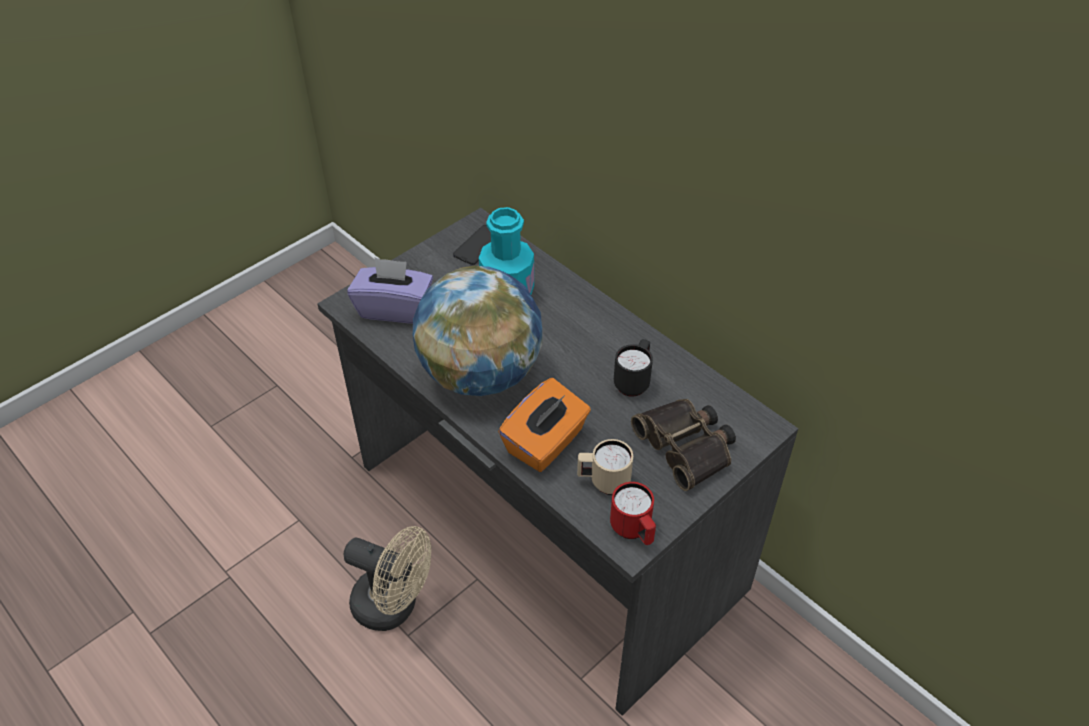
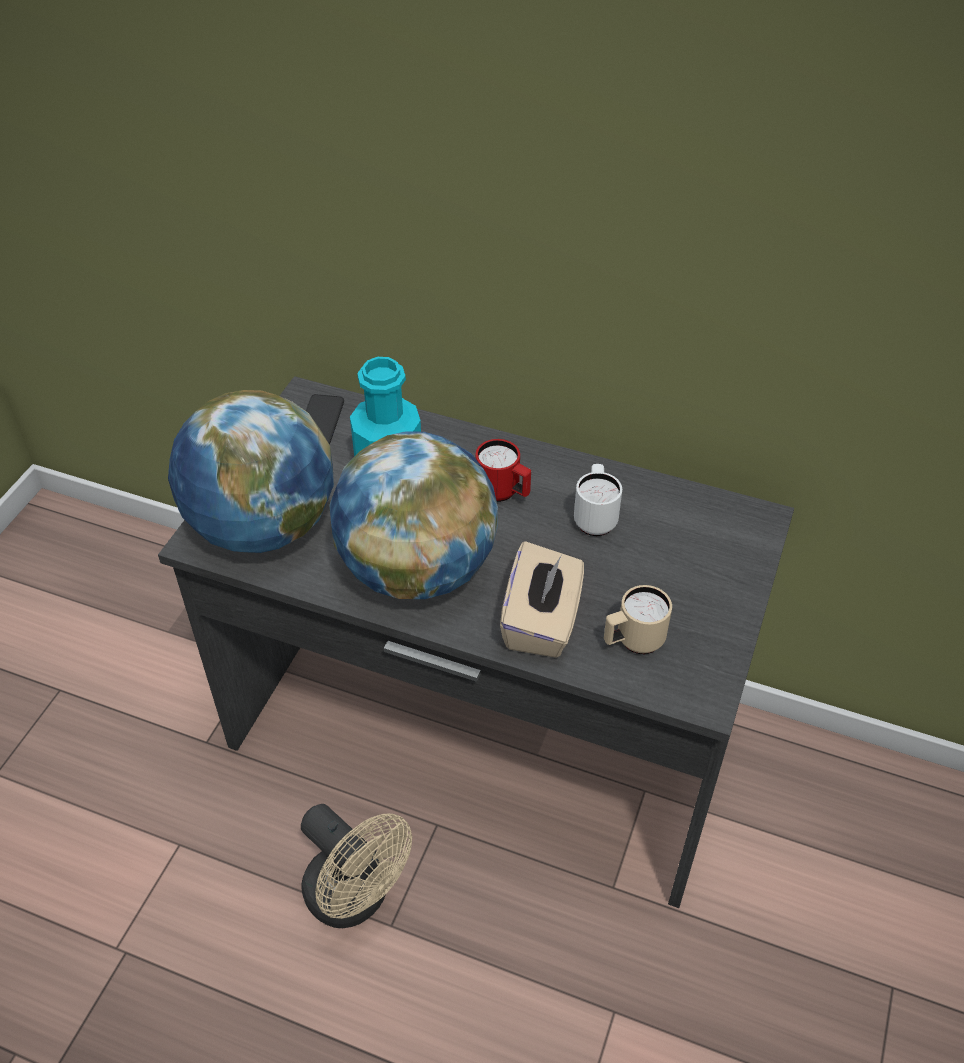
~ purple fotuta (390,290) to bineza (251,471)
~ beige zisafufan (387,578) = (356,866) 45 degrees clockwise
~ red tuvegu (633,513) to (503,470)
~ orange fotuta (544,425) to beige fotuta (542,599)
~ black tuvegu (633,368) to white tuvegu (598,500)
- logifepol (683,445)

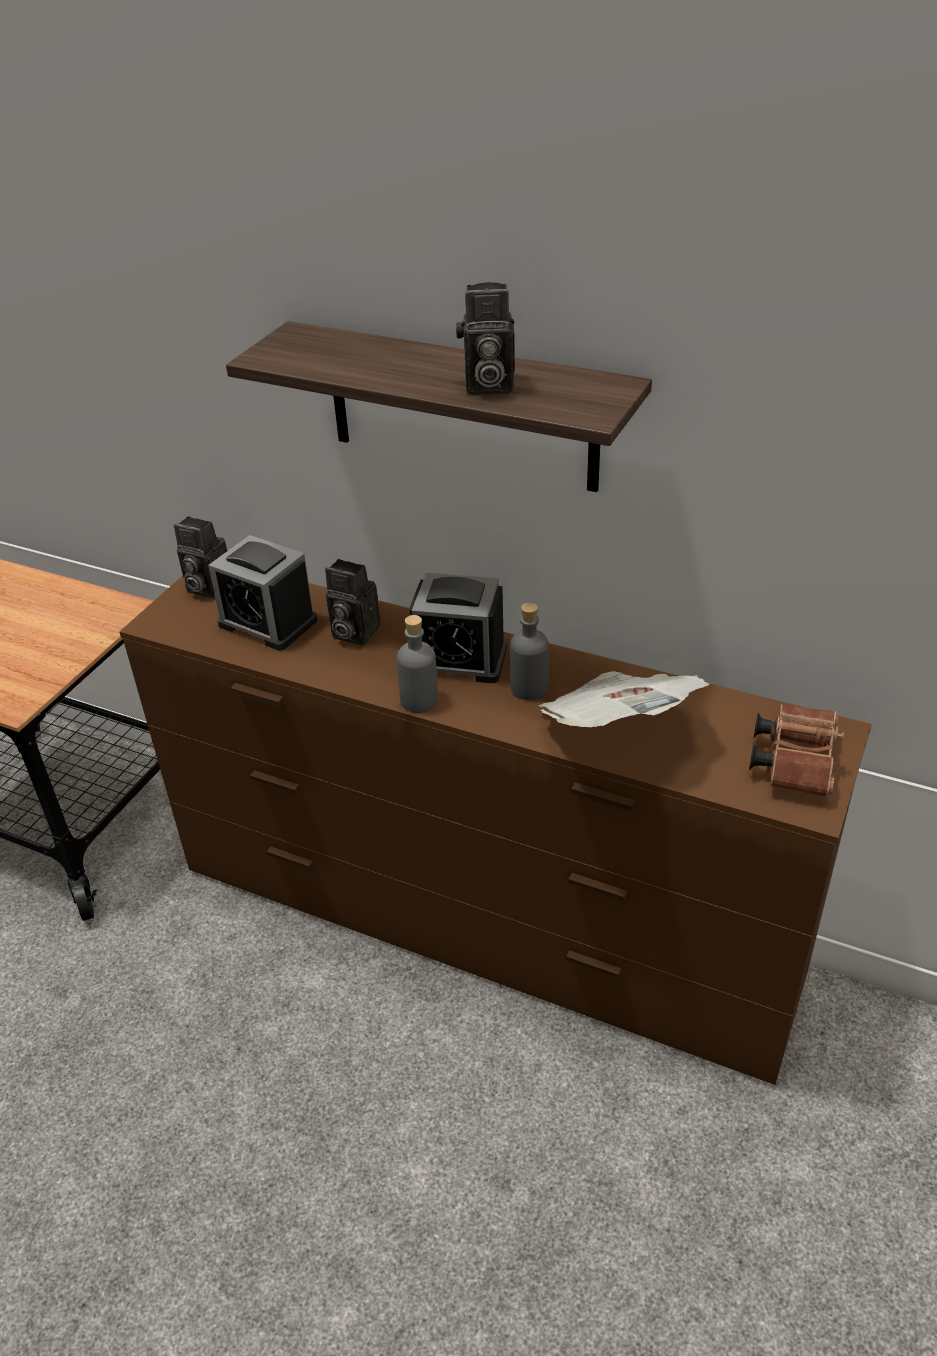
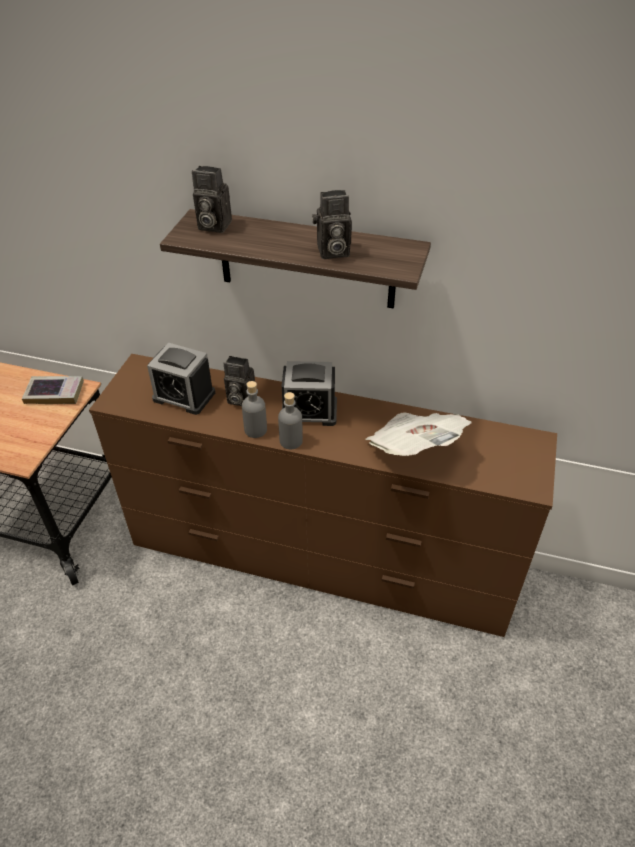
+ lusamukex (53,390)
~ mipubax (201,557) to (212,199)
~ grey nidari (529,651) to (254,409)
- brown logifepol (796,750)

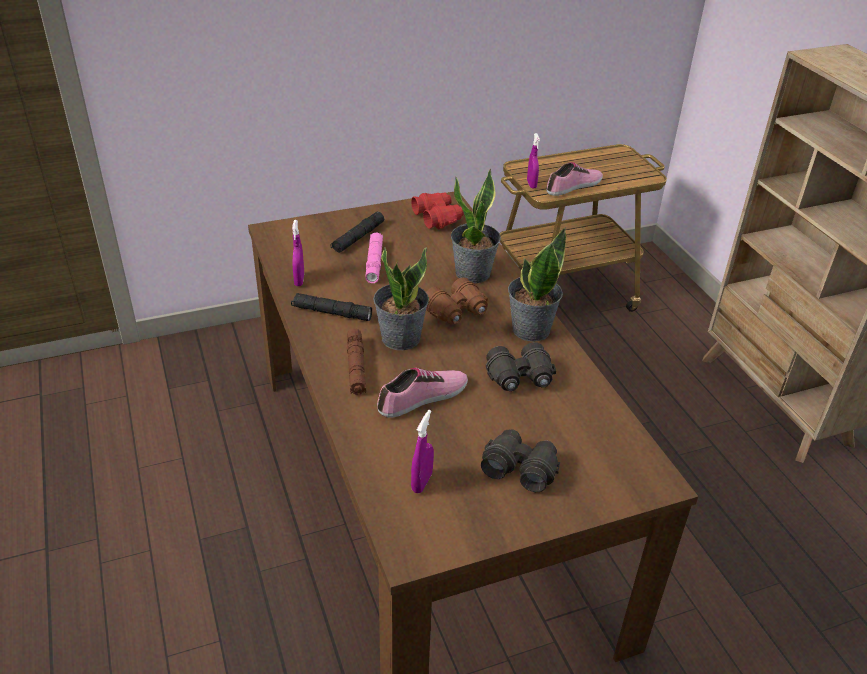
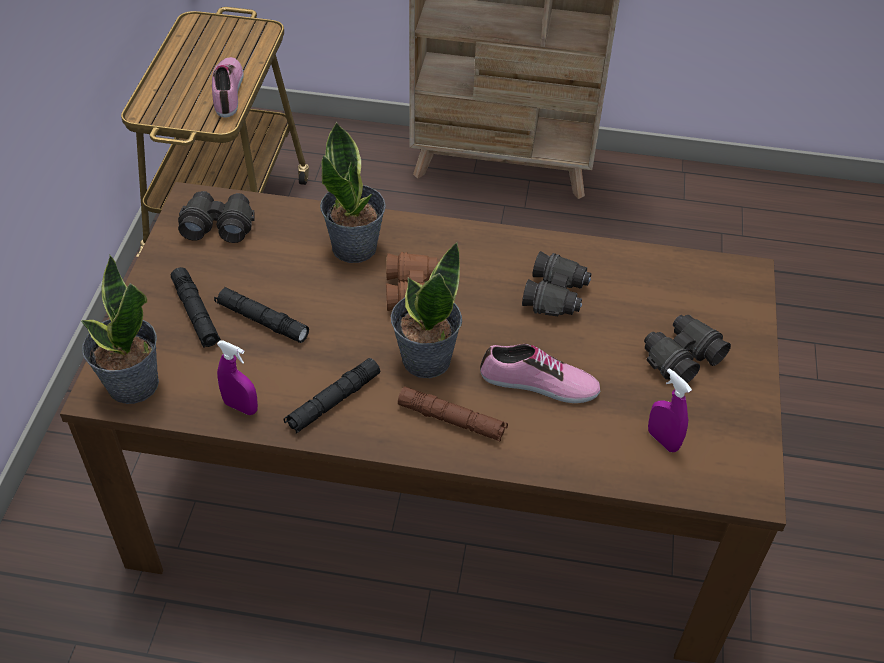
~ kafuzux (537,285) to (120,329)
~ red logifepol (437,211) to black logifepol (216,217)
~ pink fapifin (374,257) to black fapifin (261,315)
~ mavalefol (422,393) = (540,373) 105 degrees clockwise
- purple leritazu (533,160)

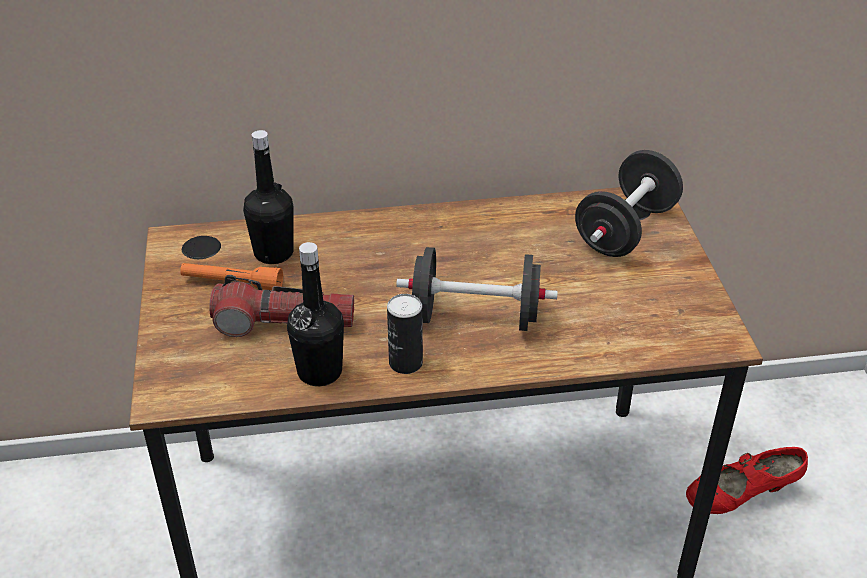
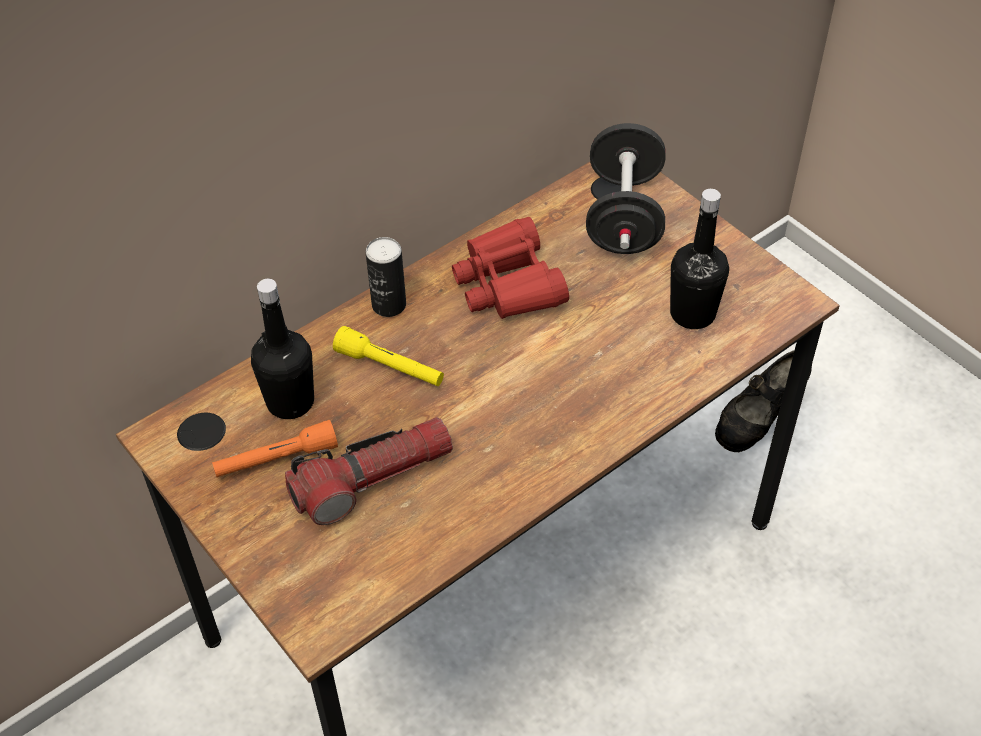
+ yellow fapifin (388,356)
~ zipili (405,334) to (385,277)
+ red logifepol (510,268)
~ black nidari (315,314) to (699,259)
~ red mavalefol (747,480) to black mavalefol (763,401)
- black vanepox (477,289)

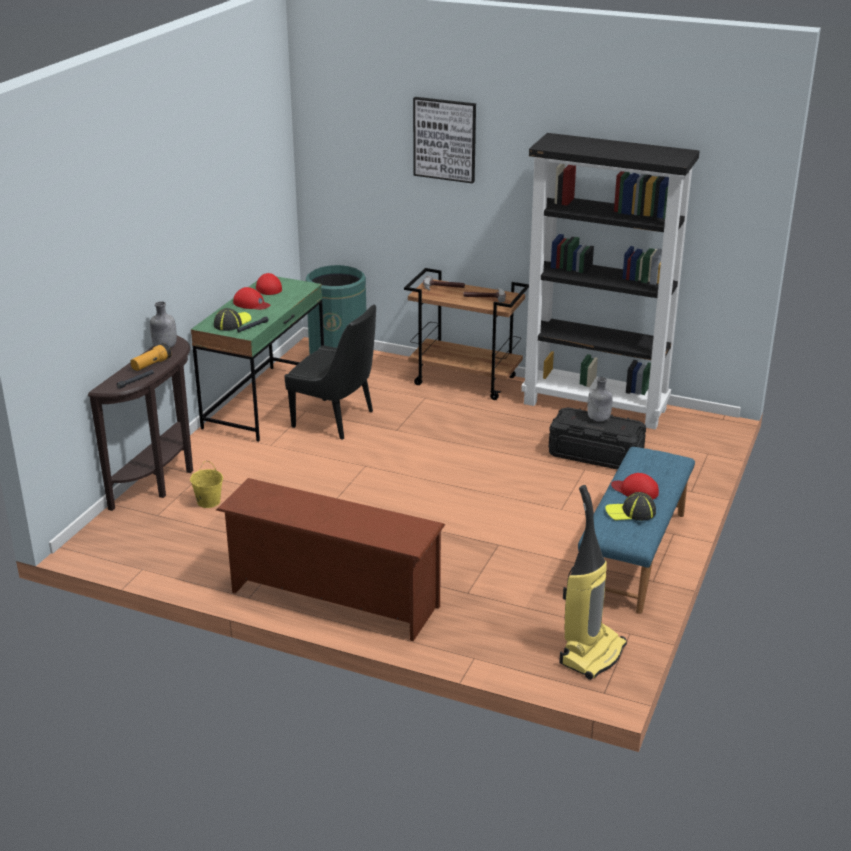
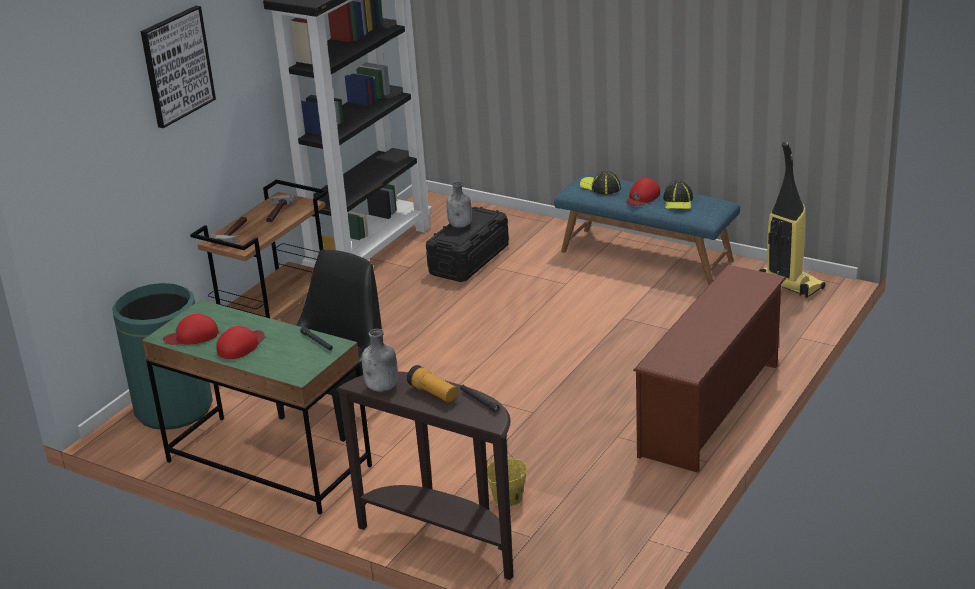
~ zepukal (232,319) to (600,183)

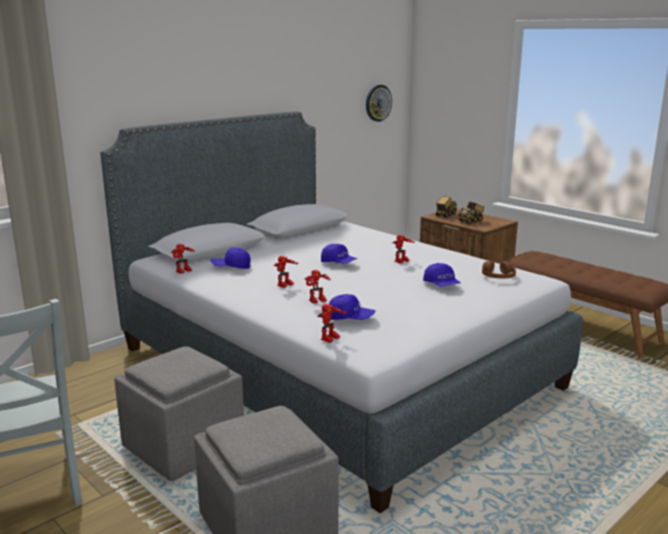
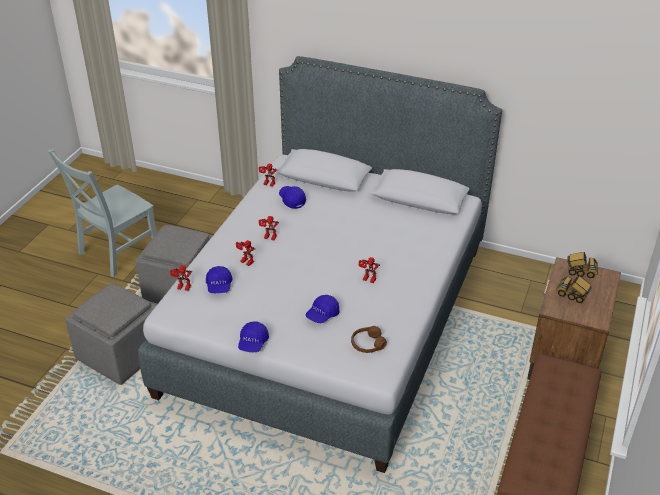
~ blue zepukal (339,254) to (253,336)
- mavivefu (379,103)

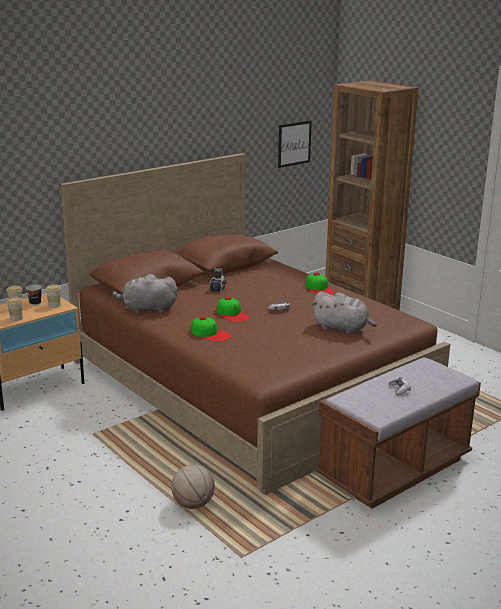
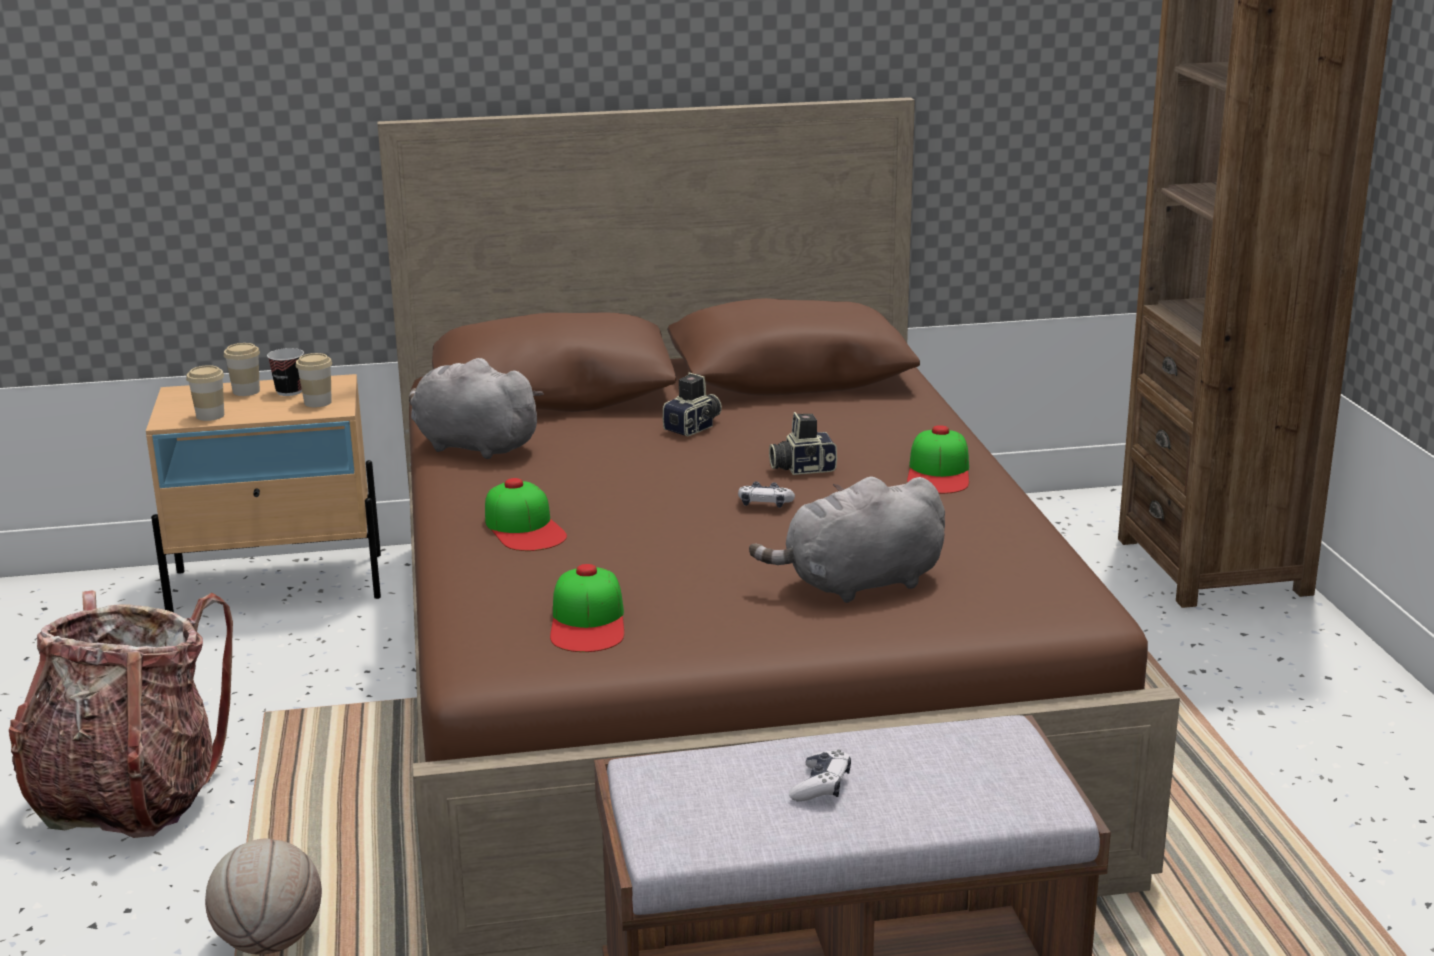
+ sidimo (121,714)
~ zepukal (233,309) to (587,608)
~ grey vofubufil (344,312) = (847,539) 105 degrees clockwise
+ mipubax (803,443)
- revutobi (295,144)

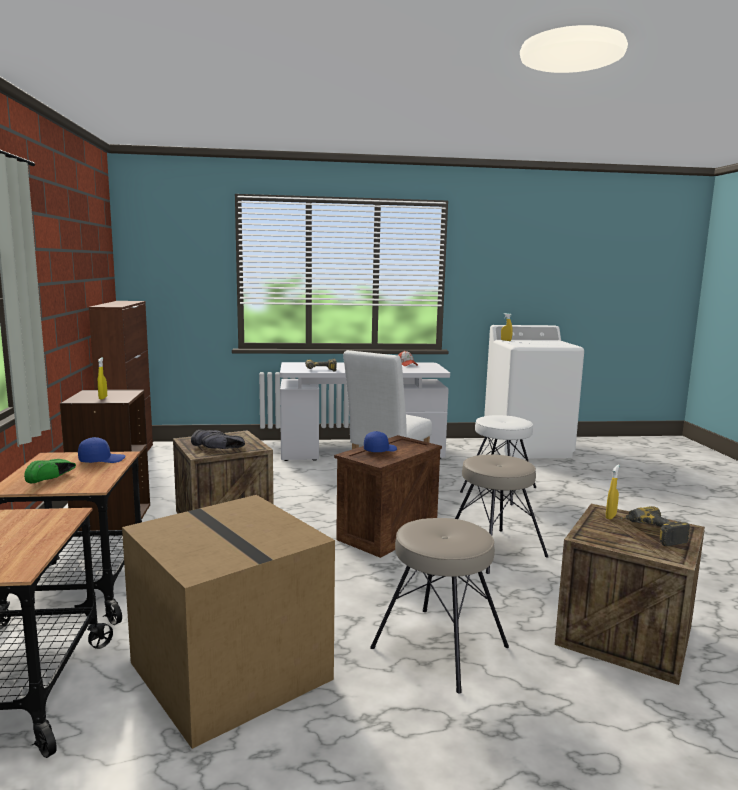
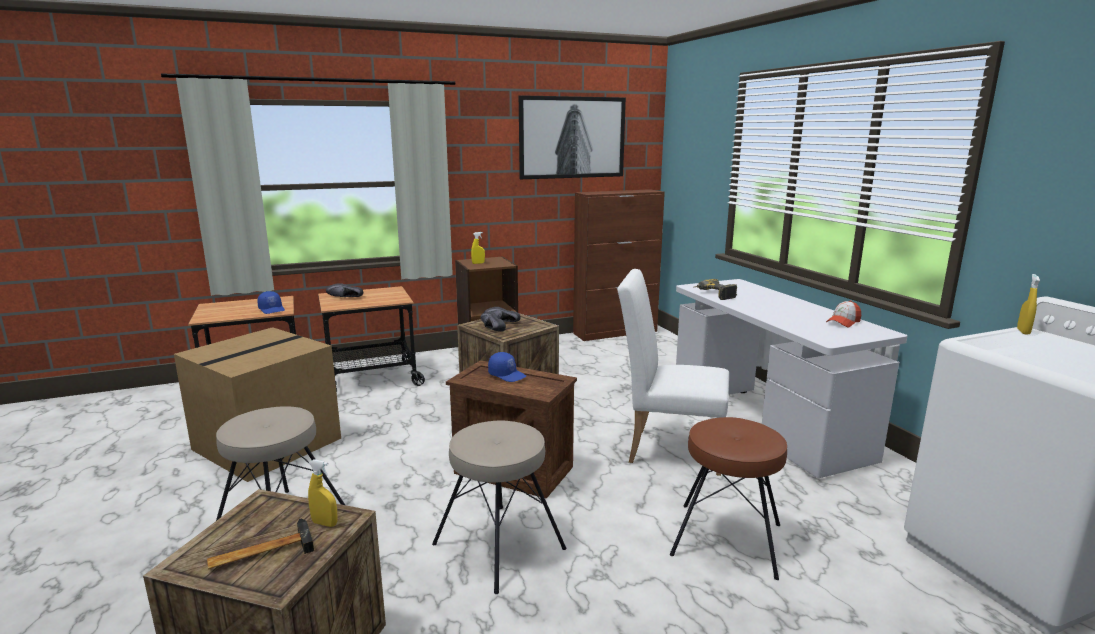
~ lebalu (655,526) to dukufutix (260,544)
~ blue zepukal (102,450) to (271,302)
~ green mavalefol (50,471) to black mavalefol (344,290)
+ revutobi (572,137)
~ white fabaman (498,460) to brown fabaman (728,498)

